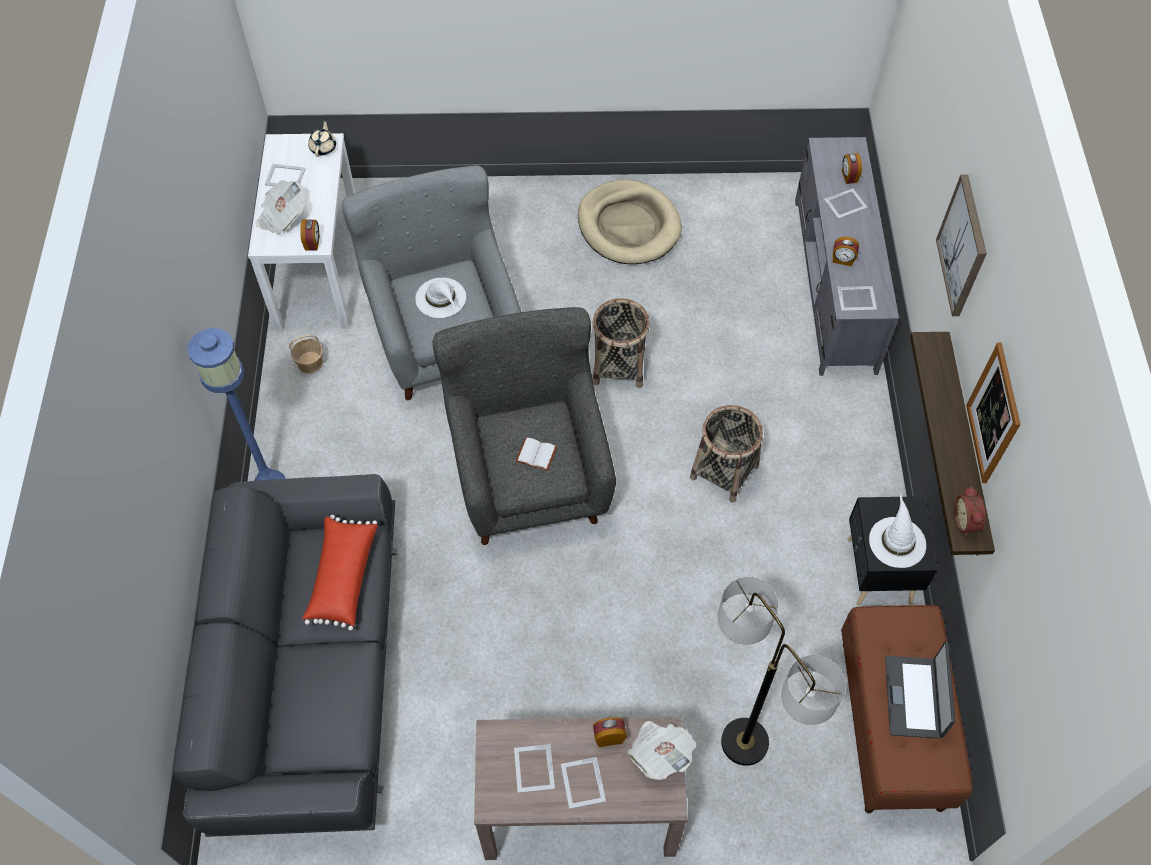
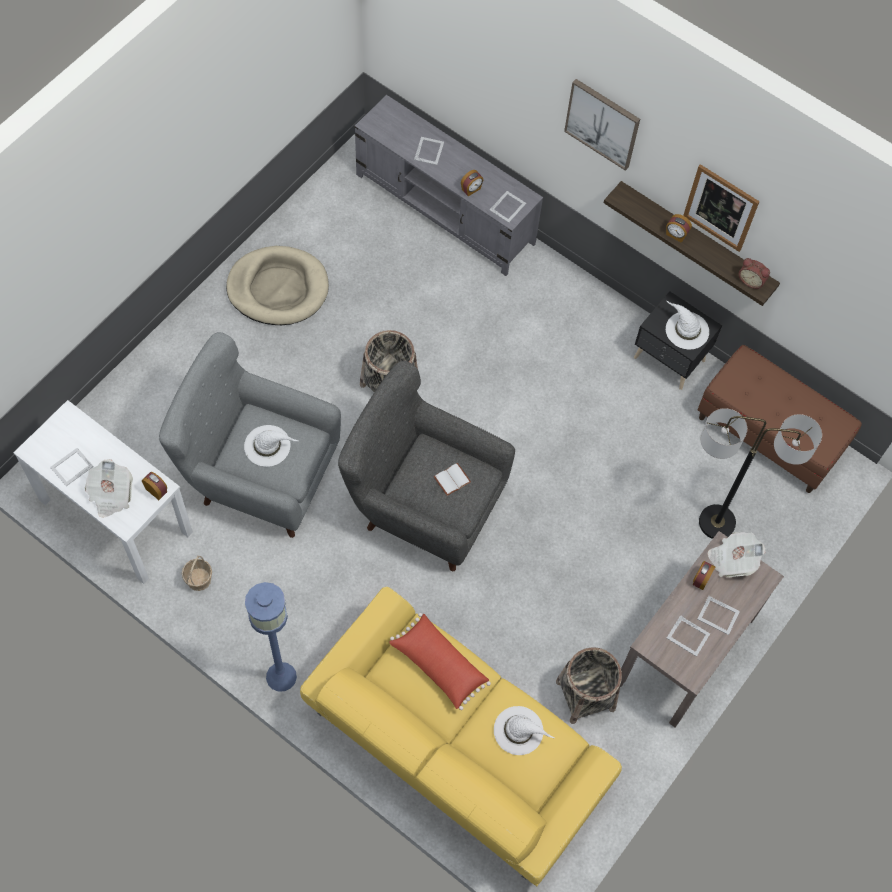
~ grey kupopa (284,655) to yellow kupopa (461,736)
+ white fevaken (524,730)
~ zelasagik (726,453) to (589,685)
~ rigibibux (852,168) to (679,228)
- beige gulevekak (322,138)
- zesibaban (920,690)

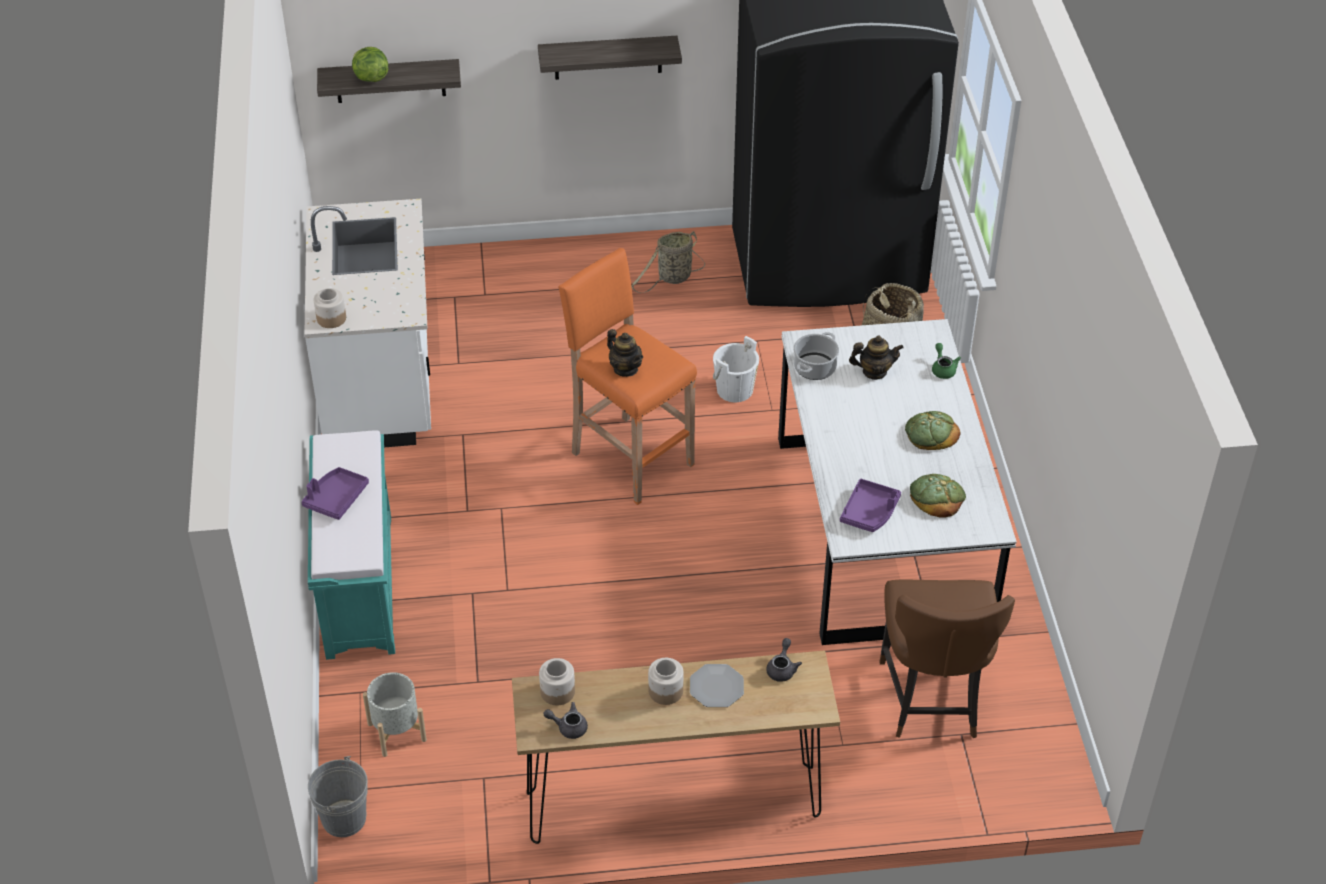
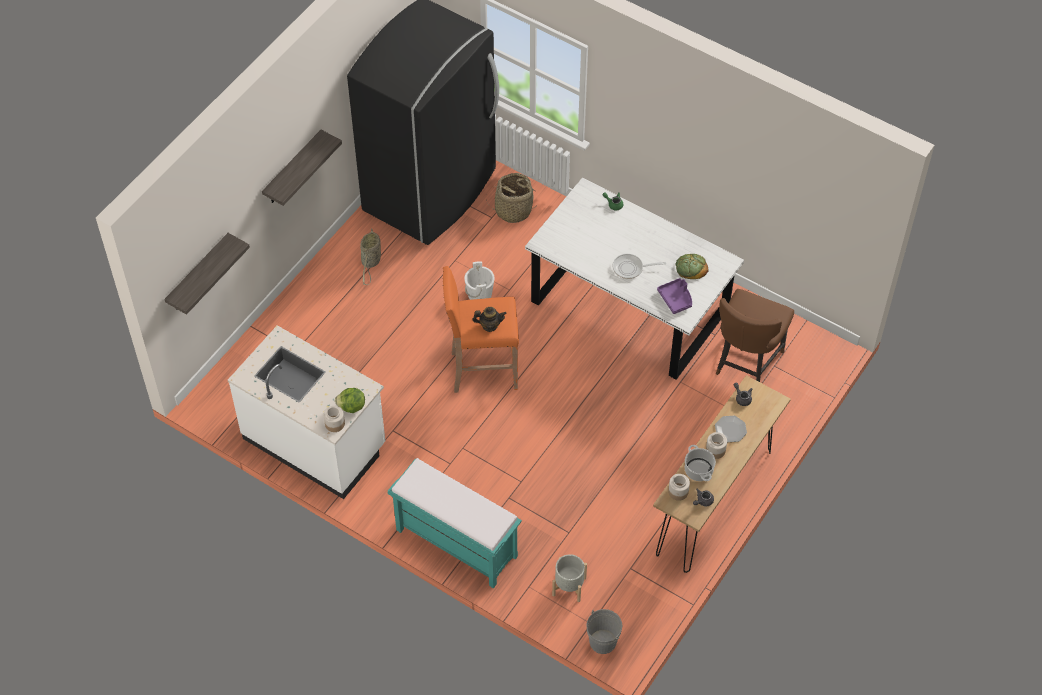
~ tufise (370,64) to (350,400)
+ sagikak (639,266)
~ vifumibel (816,356) to (700,463)
~ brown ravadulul (947,659) = (755,335) 75 degrees clockwise
- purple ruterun (335,493)
- gulevekak (876,358)
- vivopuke (933,430)

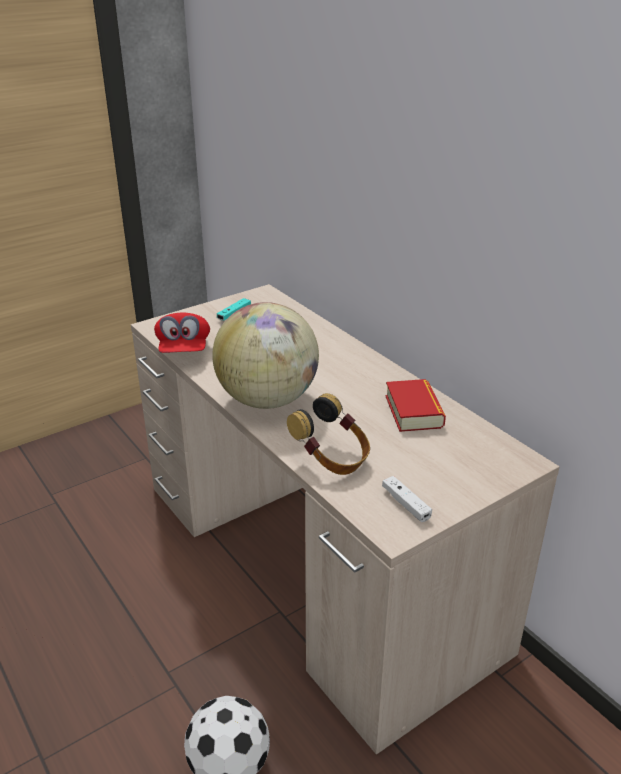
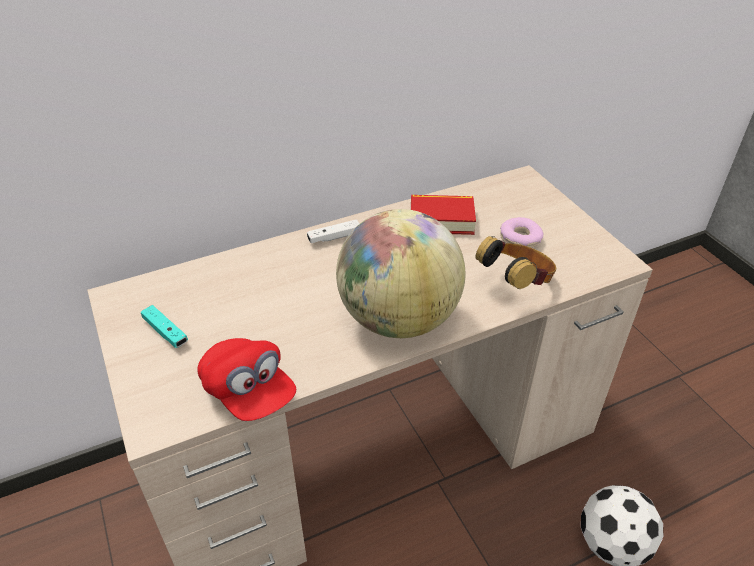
~ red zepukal (182,333) = (246,379) 45 degrees clockwise
~ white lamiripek (407,499) to (333,231)
+ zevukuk (522,232)

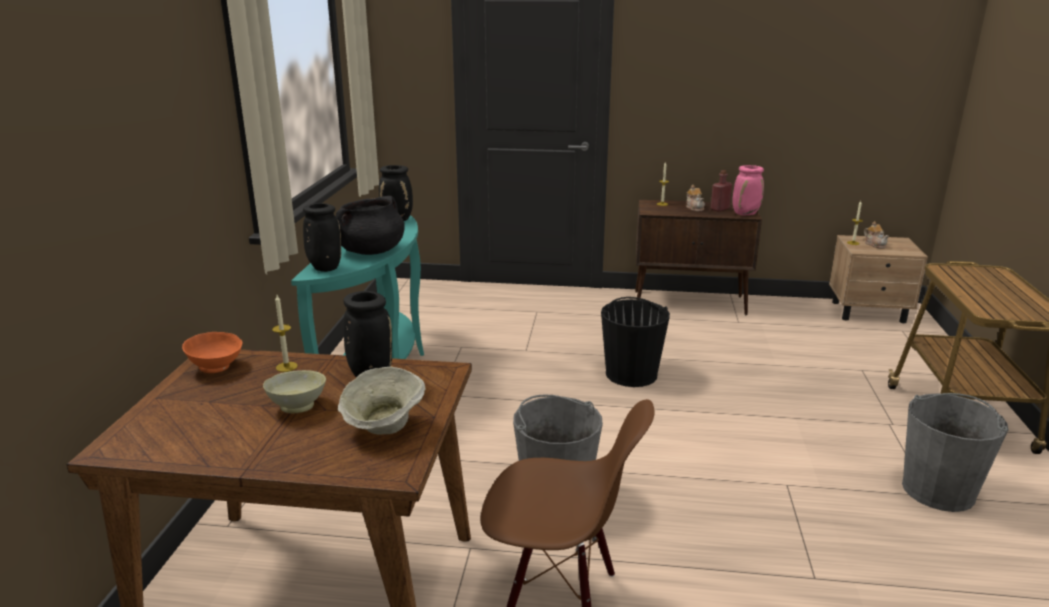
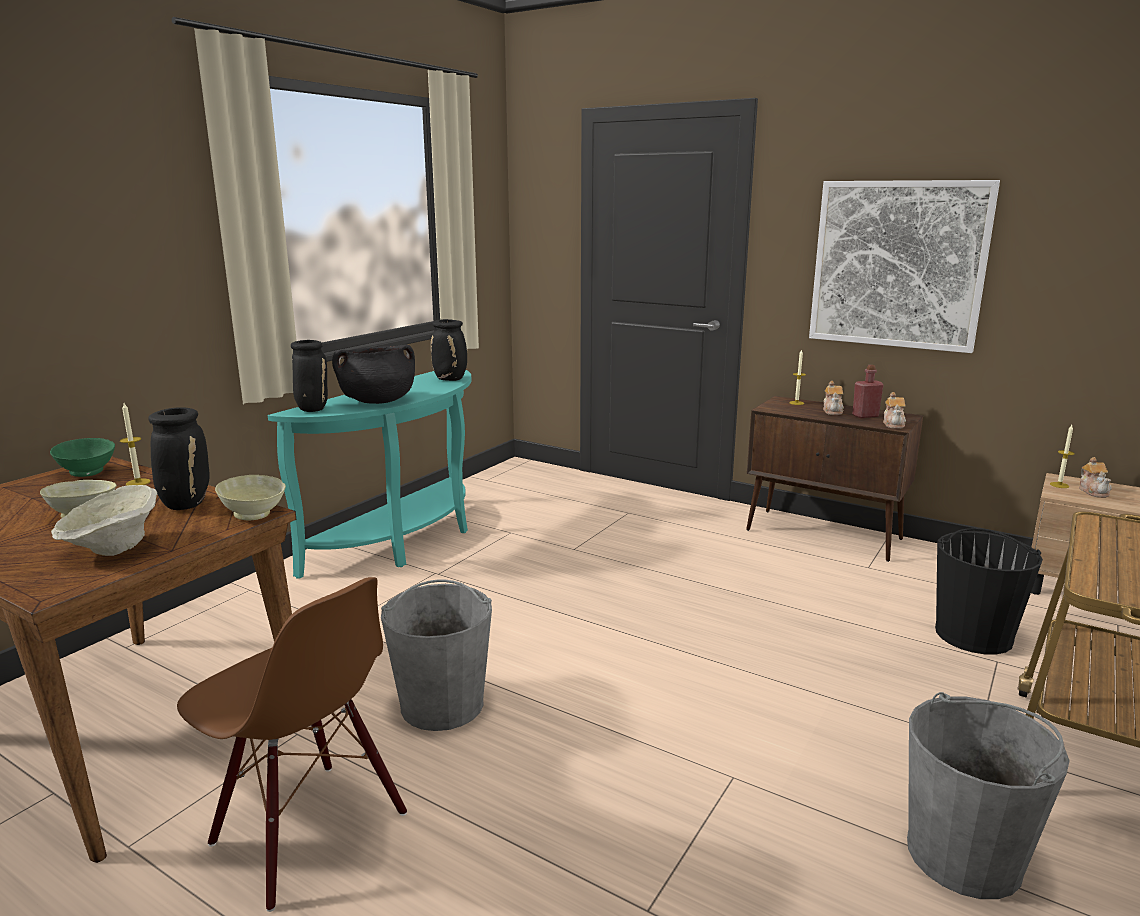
~ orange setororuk (212,352) to green setororuk (82,457)
+ beige setororuk (250,497)
+ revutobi (904,266)
~ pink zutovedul (748,190) to gulevekak (894,410)
~ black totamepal (635,342) to (989,591)

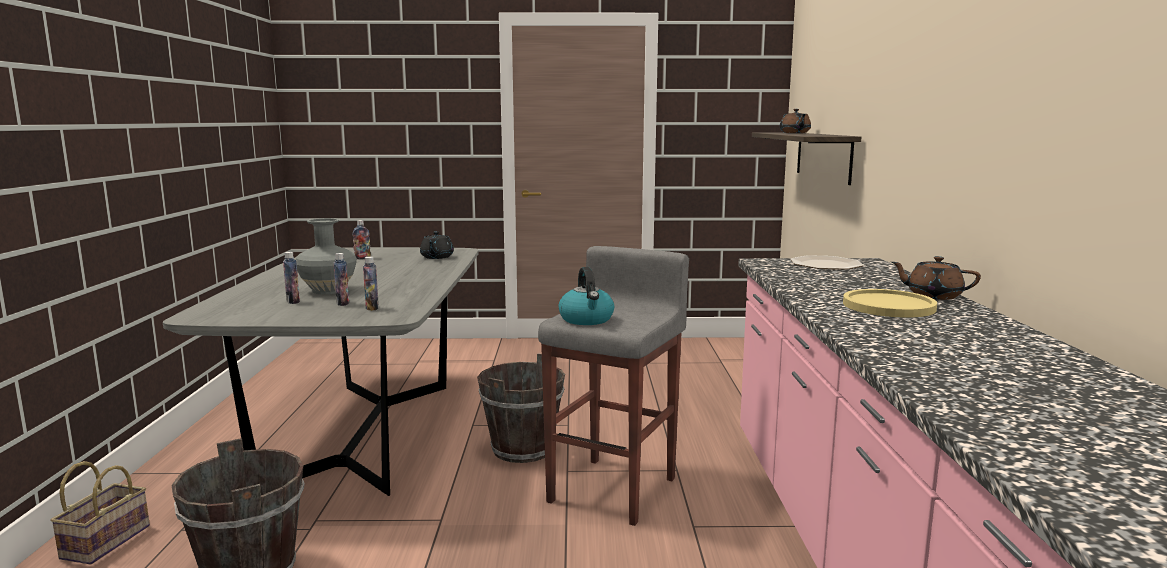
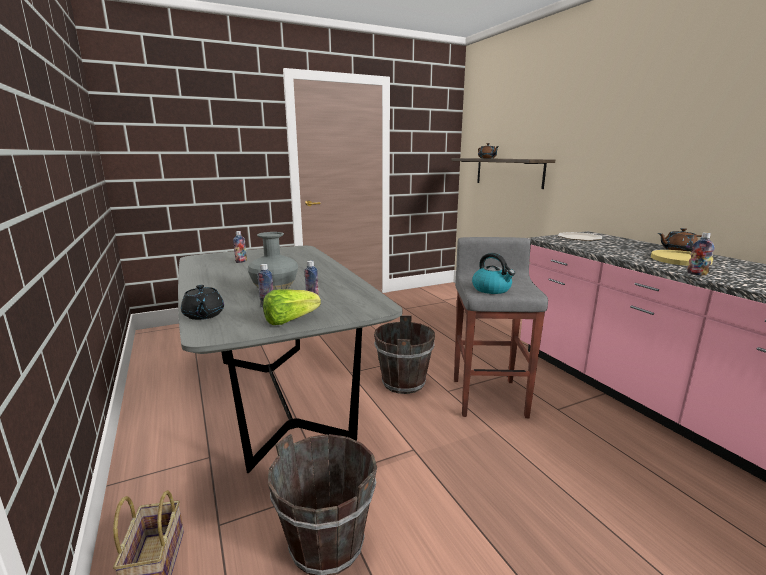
~ black gulevekak (437,245) to (202,302)
+ tufise (292,307)
~ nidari (371,283) to (700,254)

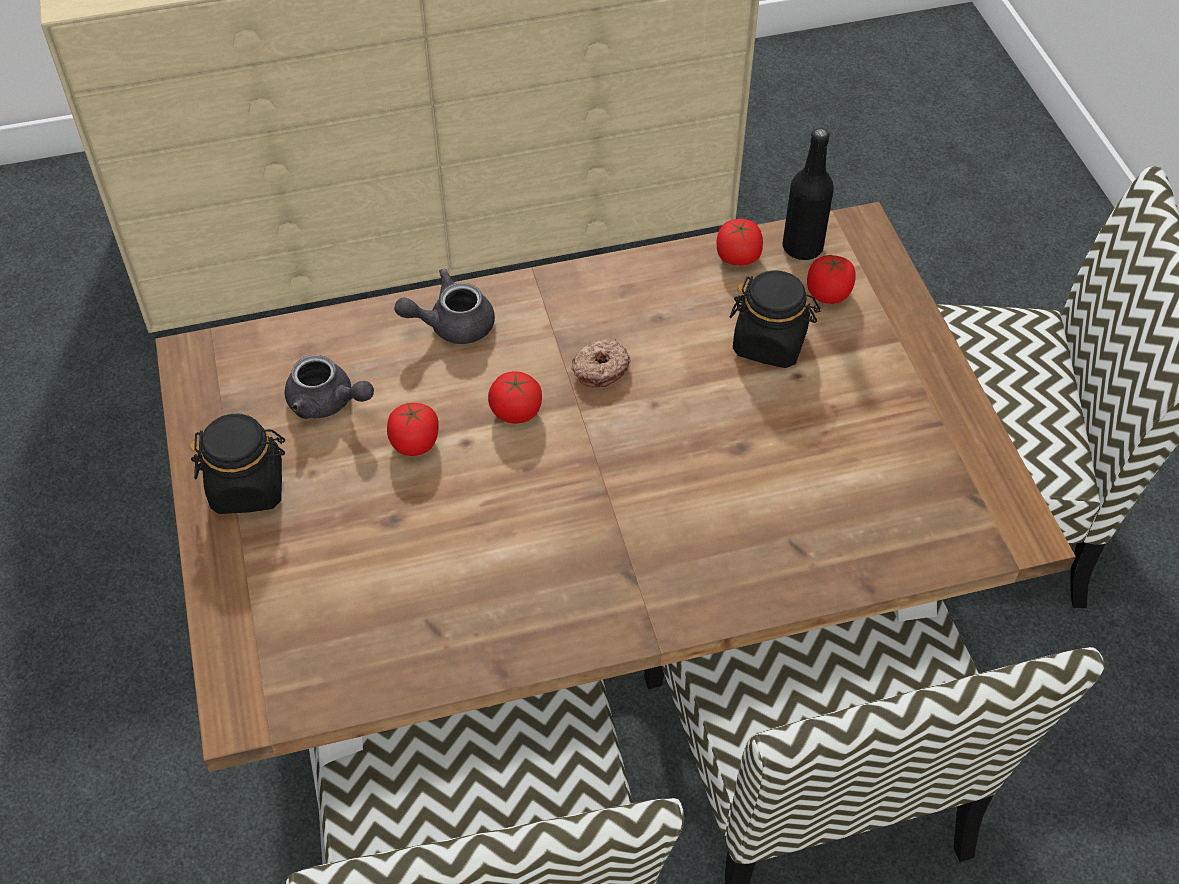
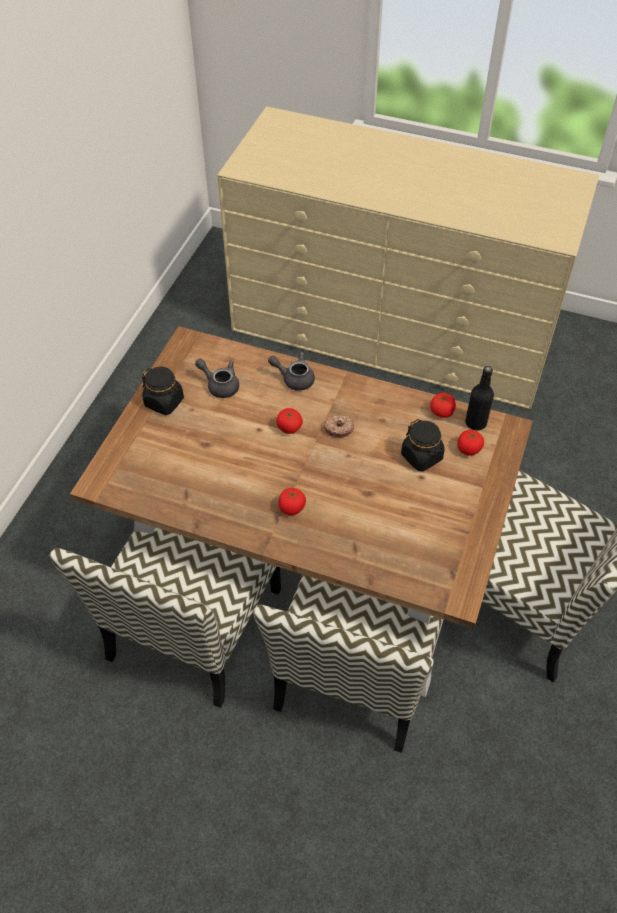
~ grey gulevekak (329,387) = (217,378) 150 degrees clockwise
~ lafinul (413,429) to (292,501)

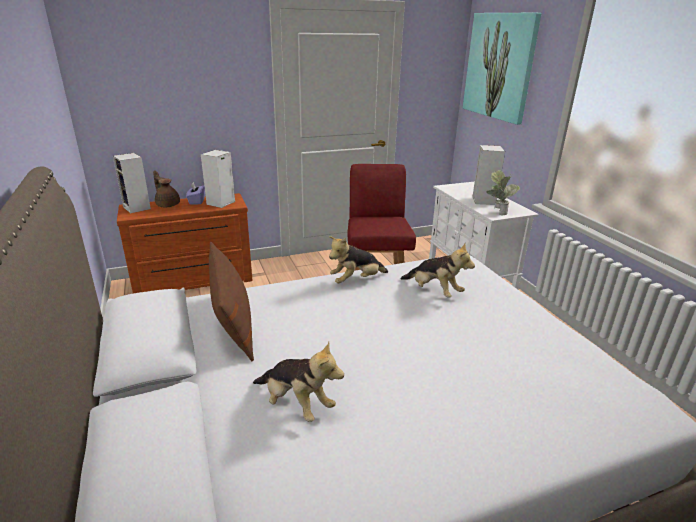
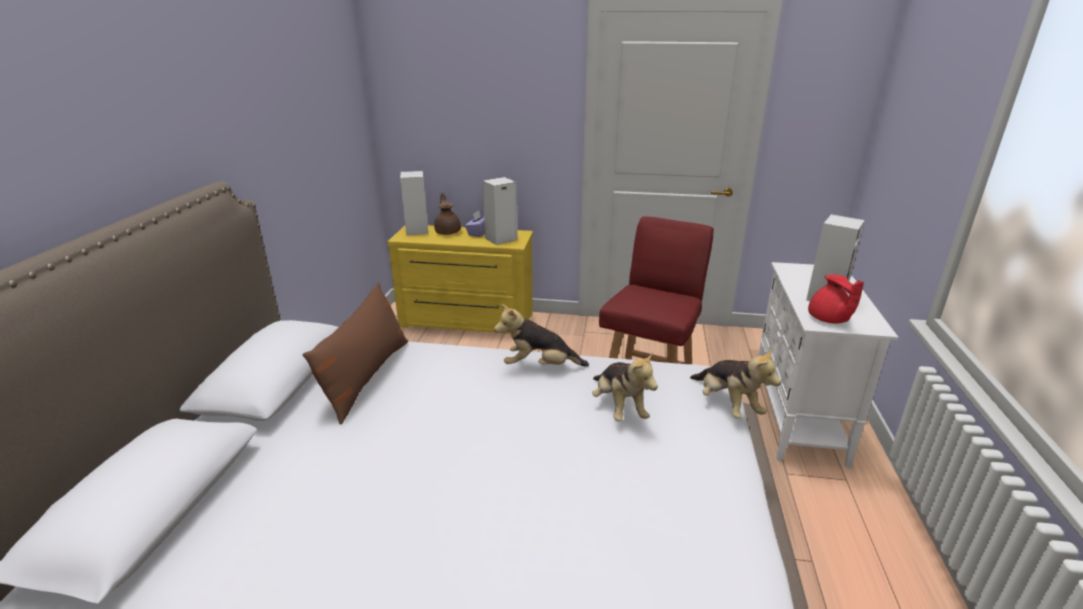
~ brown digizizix (185,243) to yellow digizizix (460,279)
~ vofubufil (298,382) to (735,383)
~ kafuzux (503,193) to red gulevekak (836,298)
- revutobi (502,69)

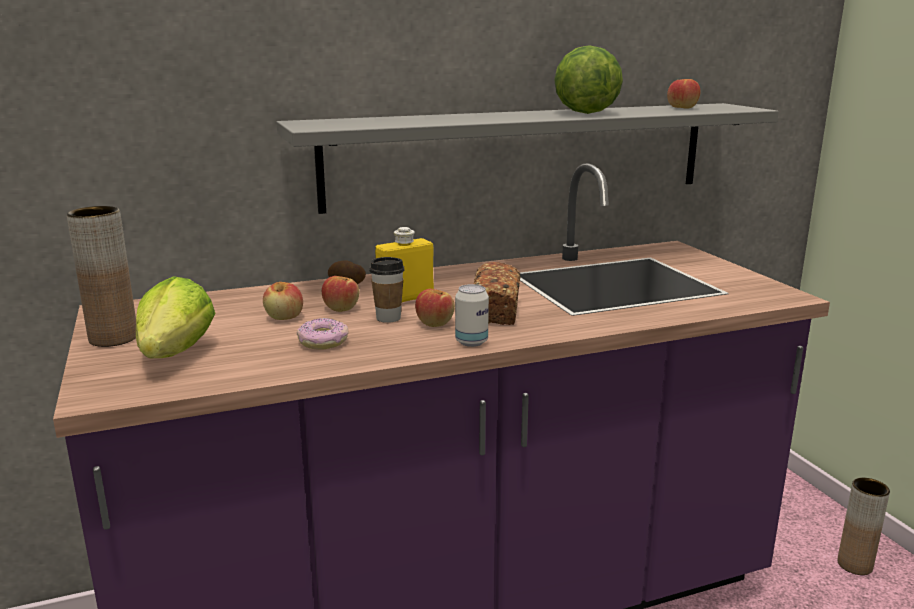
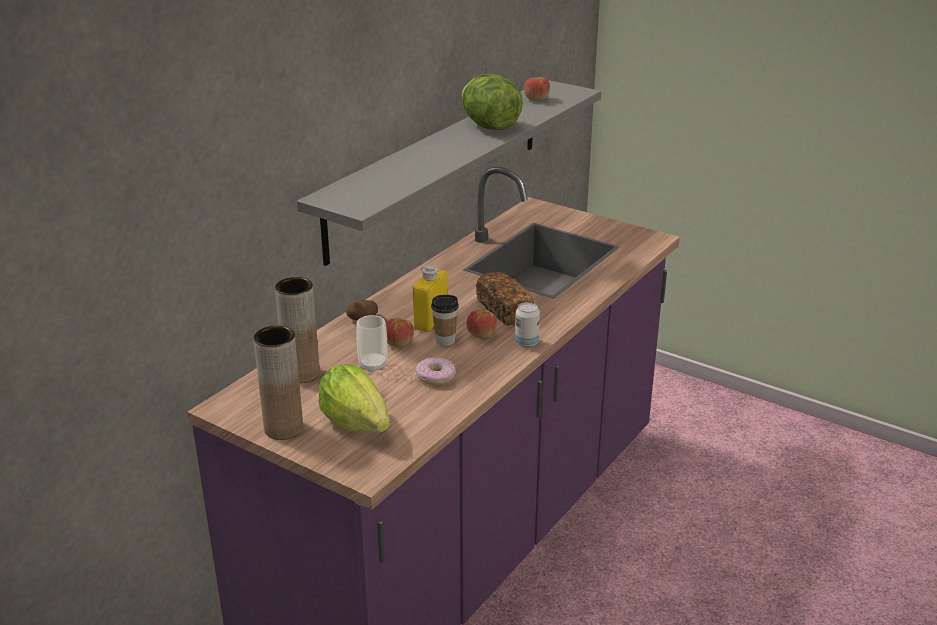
~ brown zutovedul (863,526) to (297,330)
~ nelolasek (283,301) to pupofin (371,344)

